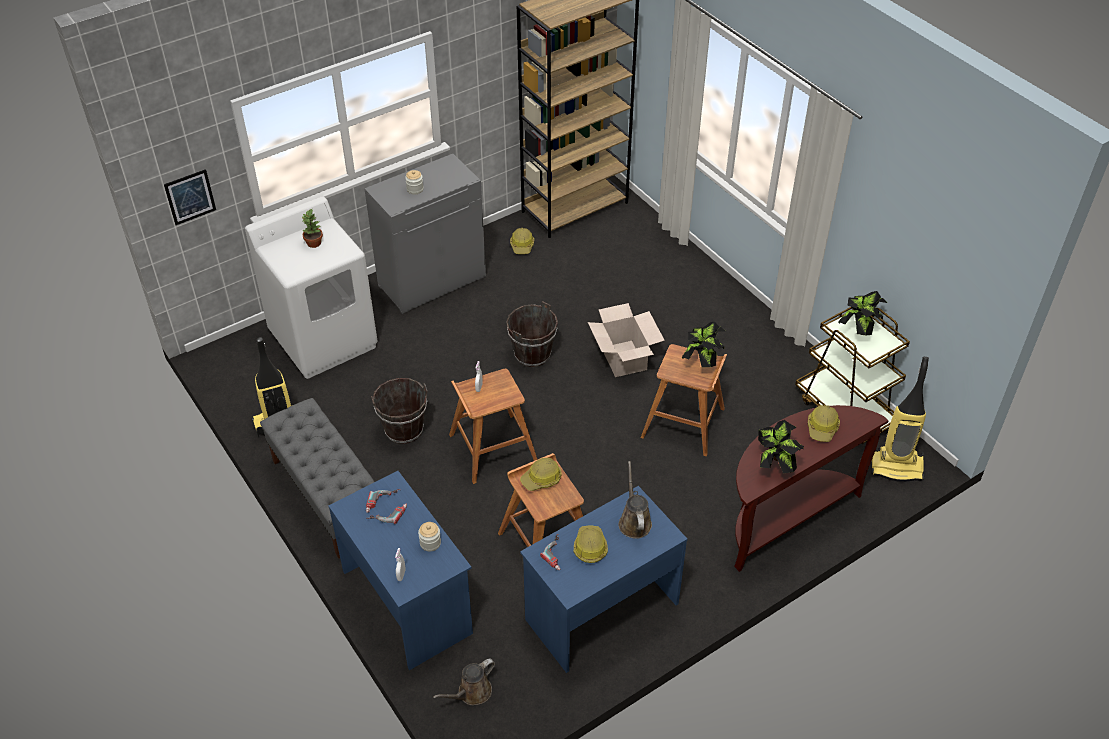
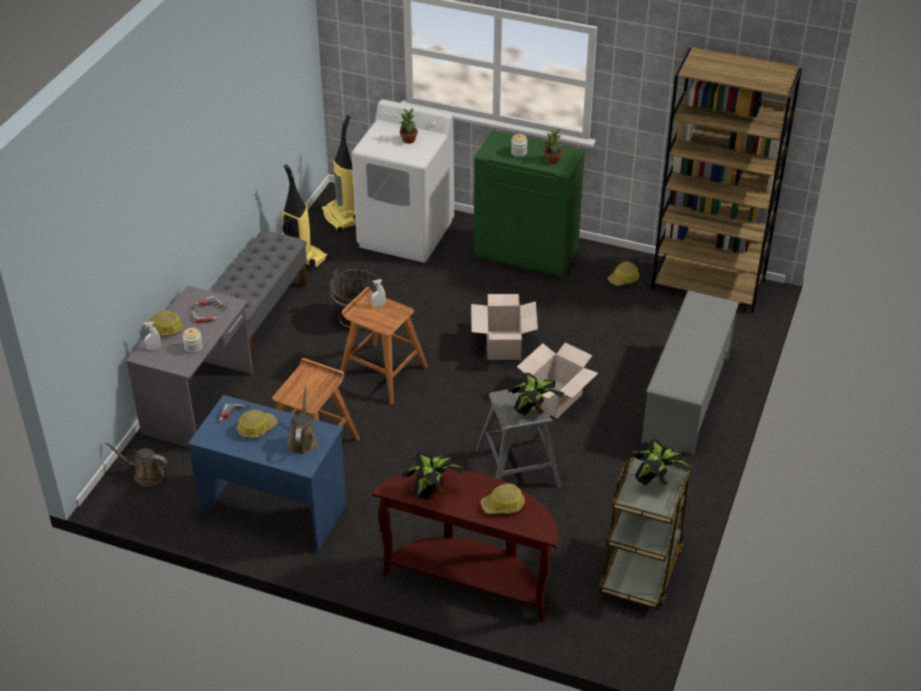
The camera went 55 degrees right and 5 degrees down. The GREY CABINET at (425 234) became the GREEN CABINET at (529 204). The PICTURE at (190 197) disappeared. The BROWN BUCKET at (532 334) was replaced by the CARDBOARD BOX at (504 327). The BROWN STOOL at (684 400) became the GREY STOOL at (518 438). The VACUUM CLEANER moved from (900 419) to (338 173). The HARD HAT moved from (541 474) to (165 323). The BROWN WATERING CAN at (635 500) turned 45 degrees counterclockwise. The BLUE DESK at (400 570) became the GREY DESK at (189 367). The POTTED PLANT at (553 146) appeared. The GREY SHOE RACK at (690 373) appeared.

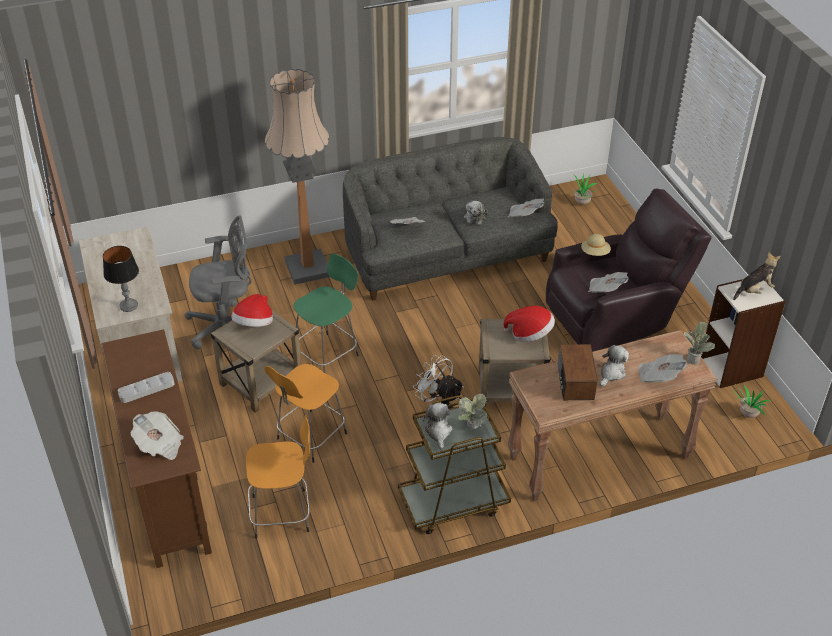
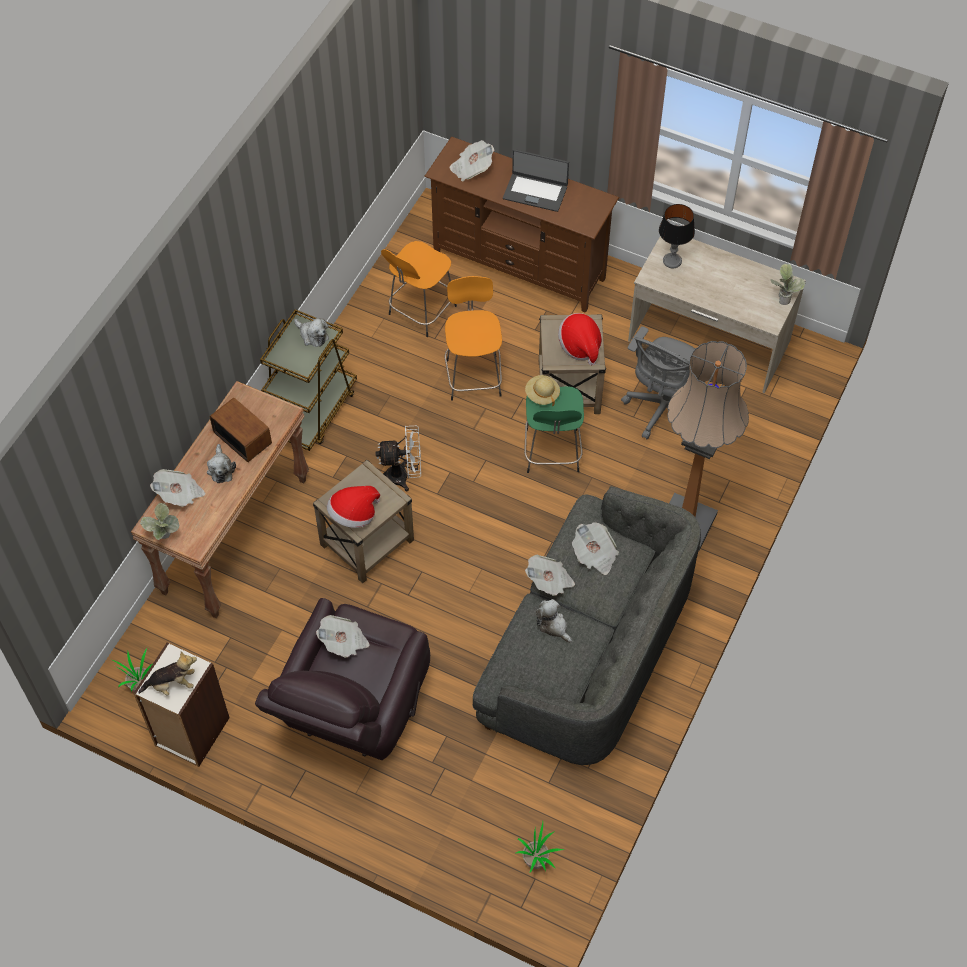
The camera went 135 degrees right and 15 degrees up. The NEWSPAPER moved from (526 208) to (550 575). The BEIGE HAT moved from (596 245) to (542 390). The PLUSH TOY at (756 276) turned 120 degrees counterclockwise. The GREY TRAY at (146 387) was replaced by the LAPTOP at (536 180). The POTTED PLANT moved from (472 412) to (788 284).

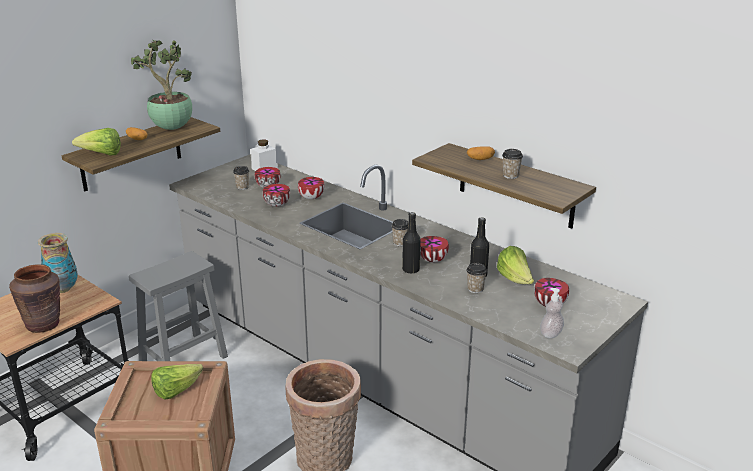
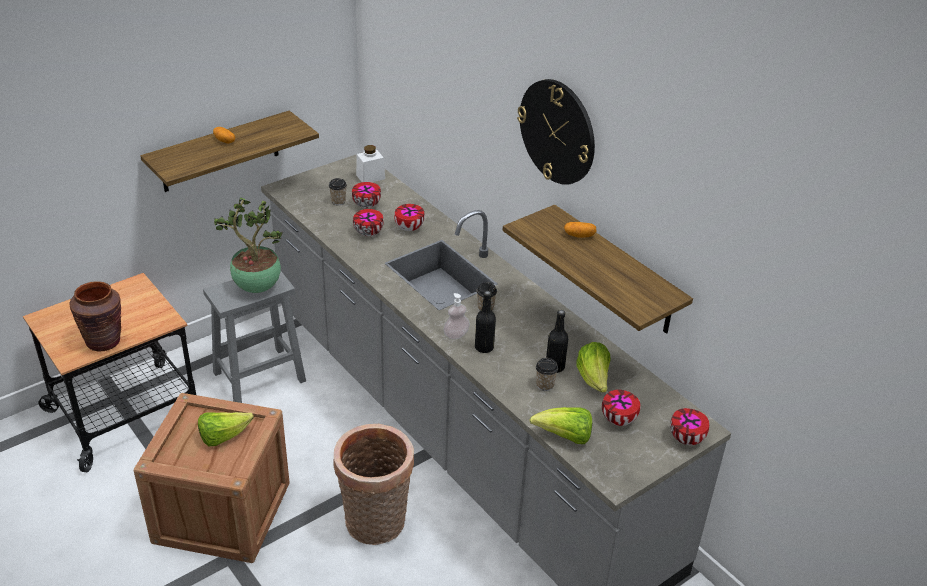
The camera went 10 degrees right and 10 degrees up. The POTTED PLANT moved from (161 85) to (248 245). The LETTUCE moved from (96 142) to (561 425). The CUP at (512 164) disappeared. The VASE at (58 263) disappeared. The BOWL moved from (434 249) to (689 426). The SOAP DISPENSER moved from (552 313) to (456 316). The WALL CLOCK at (556 132) appeared.

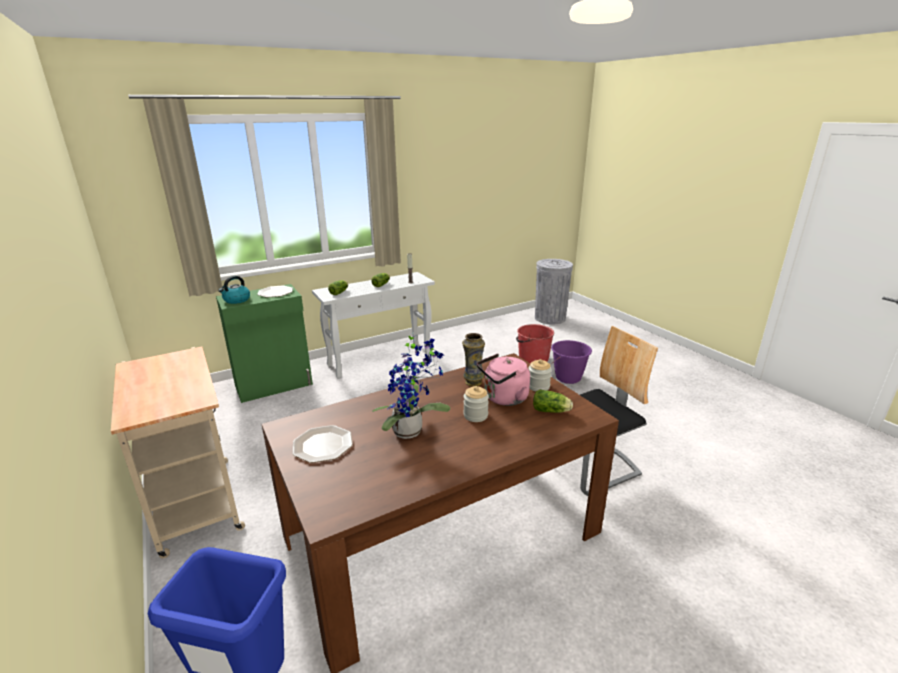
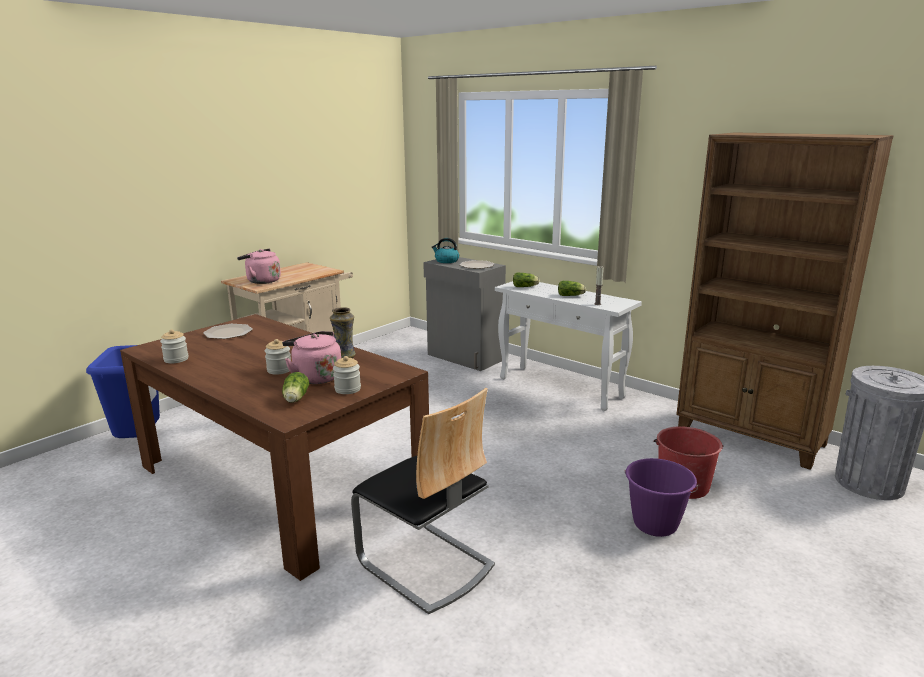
The camera went 70 degrees right and 5 degrees down. The GREEN CABINET at (264 343) became the GREY CABINET at (464 314). The POTTED PLANT at (411 386) disappeared. The BROWN BOOKCASE at (785 301) appeared. The PINK KETTLE at (259 266) appeared. The JAR at (174 346) appeared.

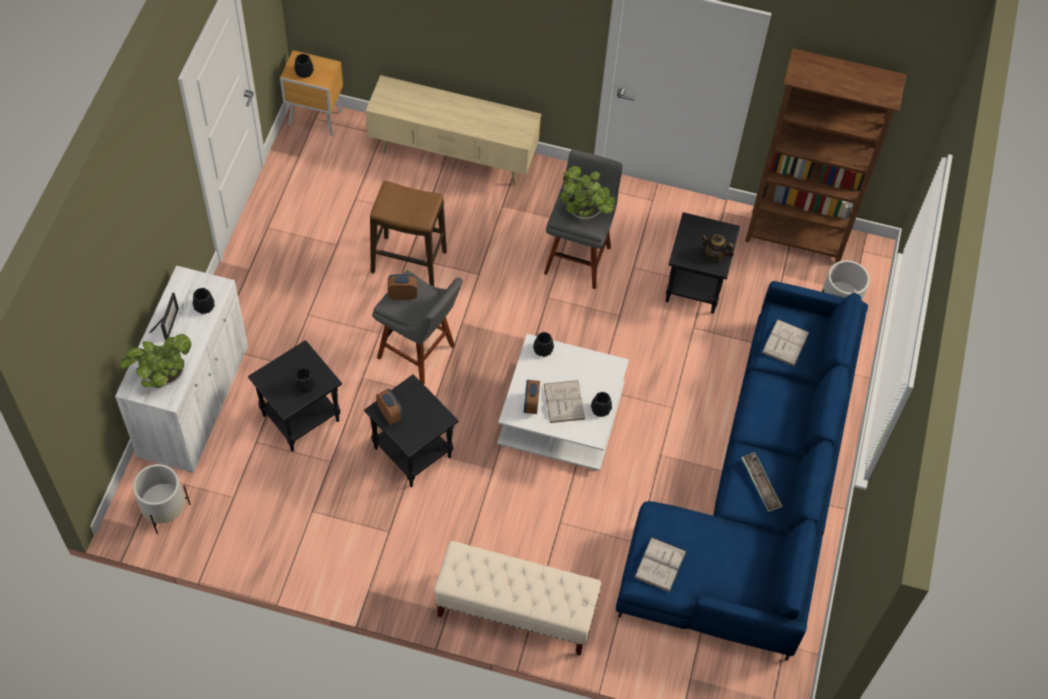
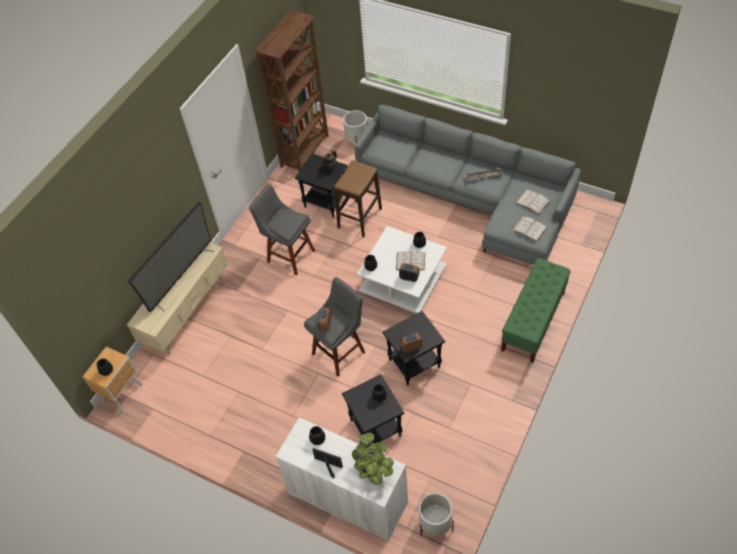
The camera went 70 degrees left and 5 degrees down. The POTTED PLANT at (588 193) disappeared. The STOOL moved from (408 233) to (358 199). The BLUE SOFA at (742 471) became the GREY SOFA at (468 185). The WHITE BOOK moved from (785 342) to (532 202). The BEIGE BENCH at (517 598) became the GREEN BENCH at (536 310). The TELEVISION at (171 257) appeared.

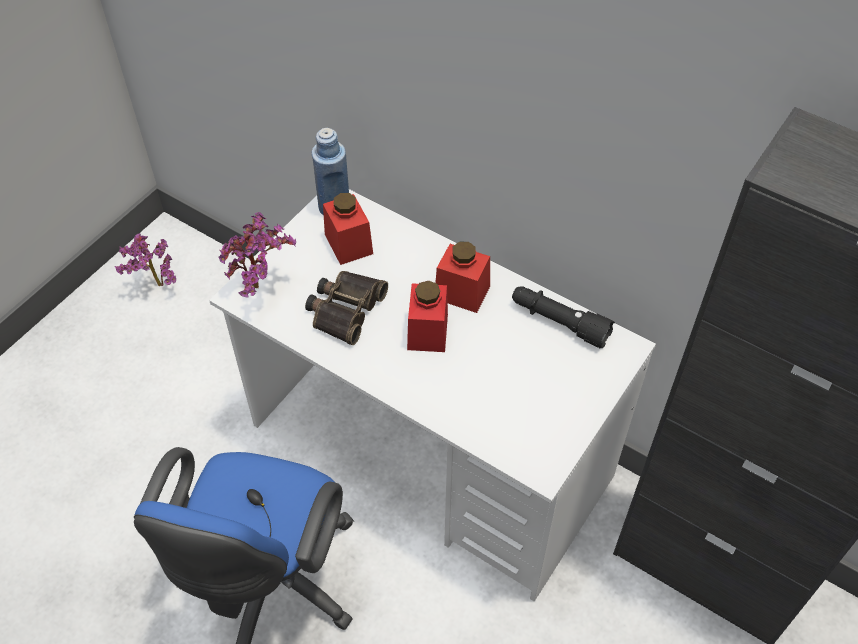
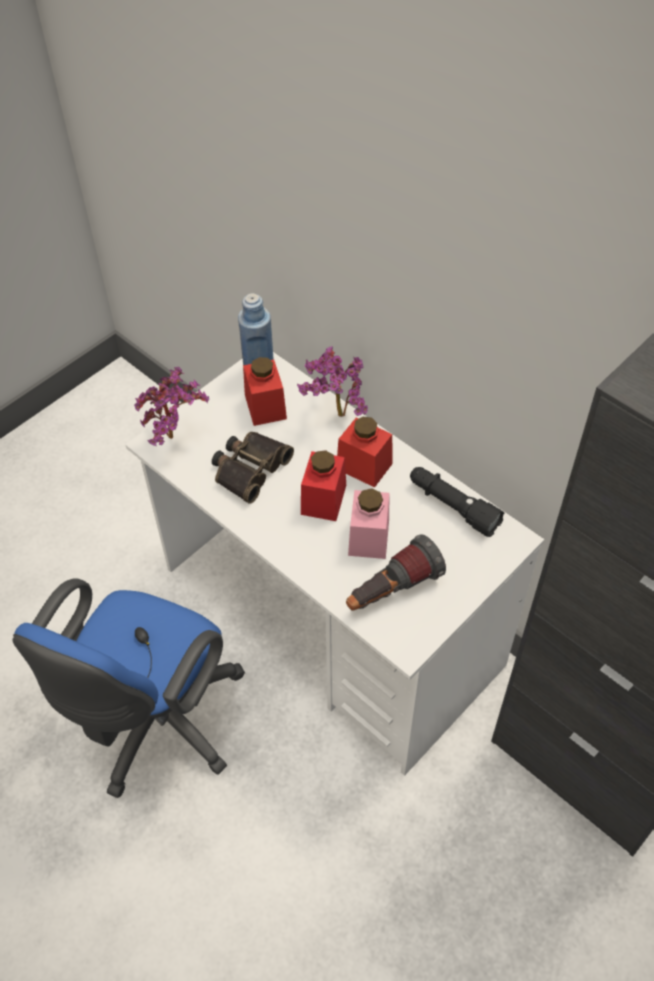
The camera went 10 degrees right and 0 degrees up. The POTTED PLANT moved from (145 259) to (332 381). The PINK JAR at (368 523) appeared. The FLASHLIGHT at (396 572) appeared.

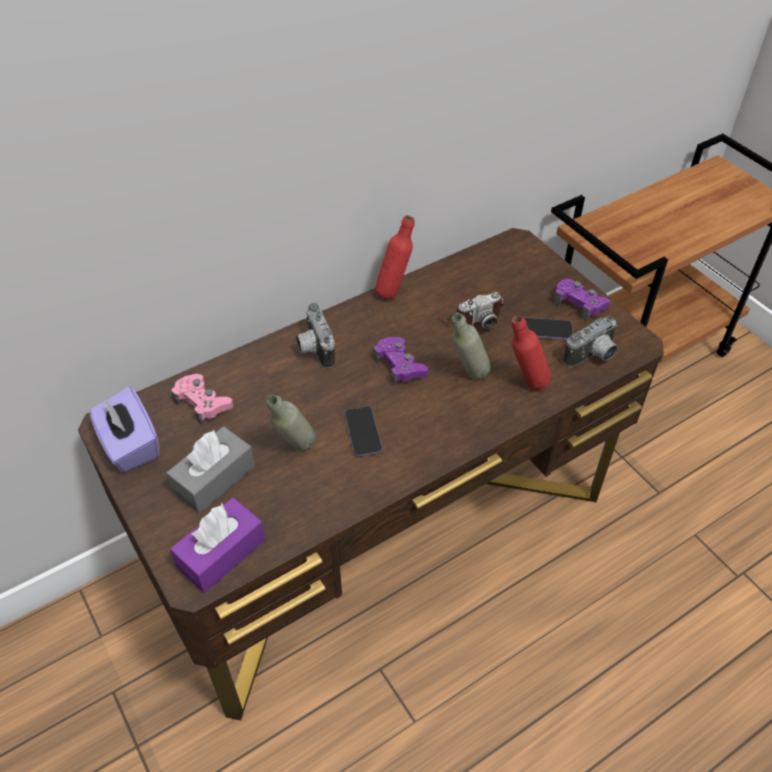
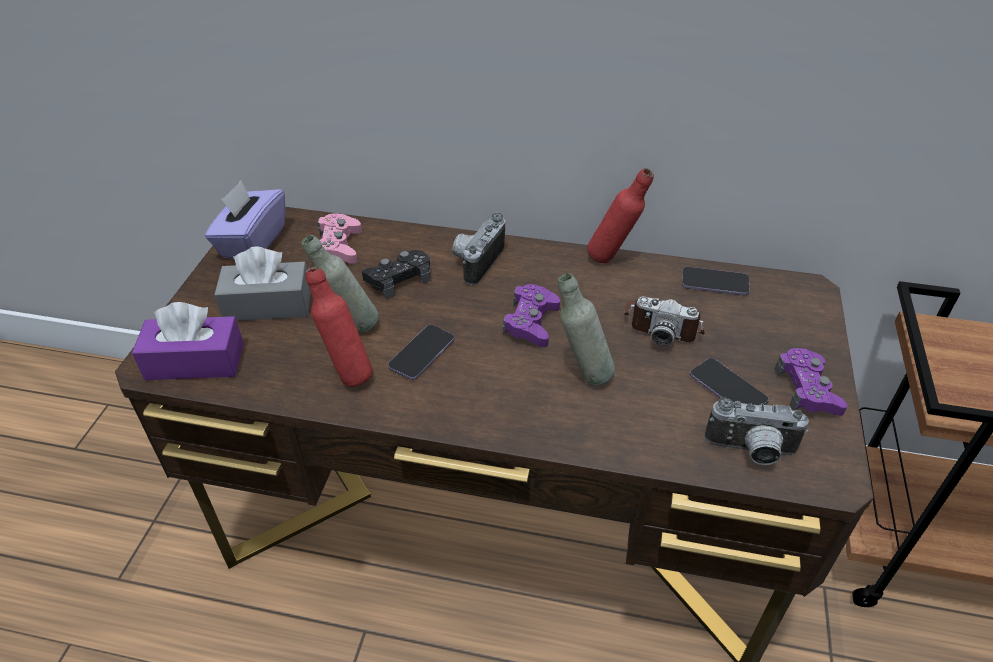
The camera went 45 degrees right and 5 degrees down. The RED BOTTLE moved from (531 352) to (339 327). The BLACK GAME CONTROLLER at (396 274) appeared. The PHONE at (716 281) appeared.

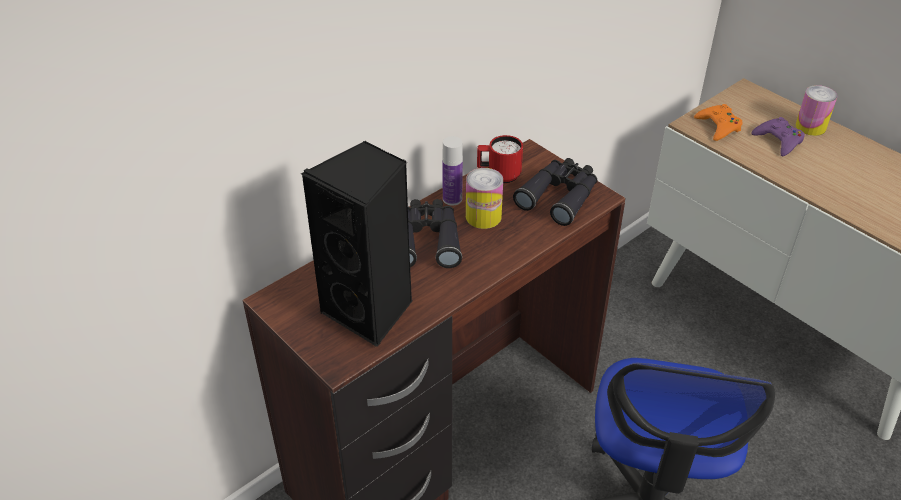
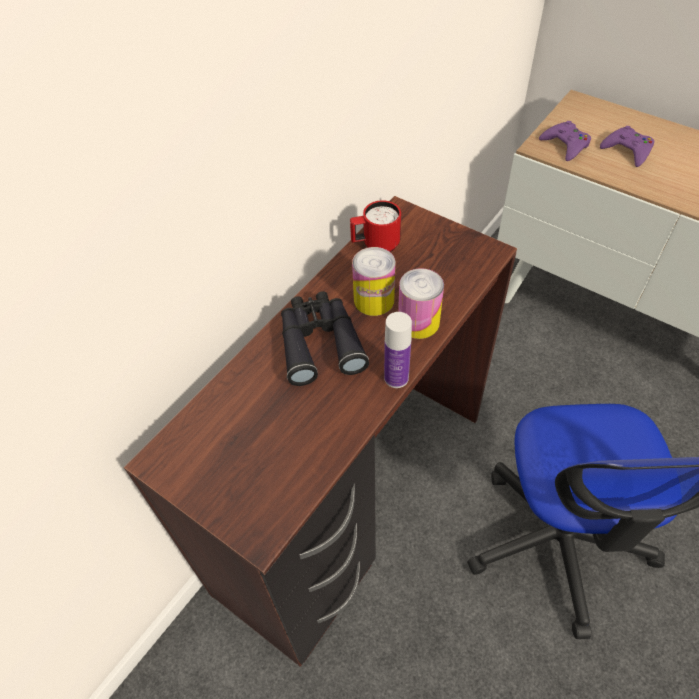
The camera went 10 degrees left and 10 degrees up. The CAN moved from (816 110) to (421 303). The ORANGE GAME CONTROLLER at (718 122) became the PURPLE GAME CONTROLLER at (565 141). The BOTTLE moved from (452 170) to (398 350). The BLACK SPEAKER at (356 244) disappeared. The BLACK BINOCULARS at (555 192) disappeared.

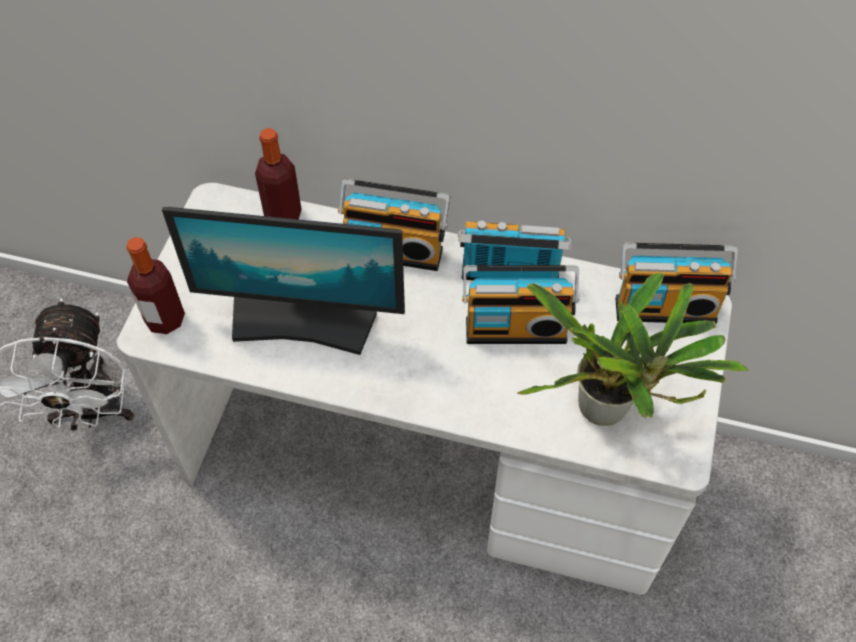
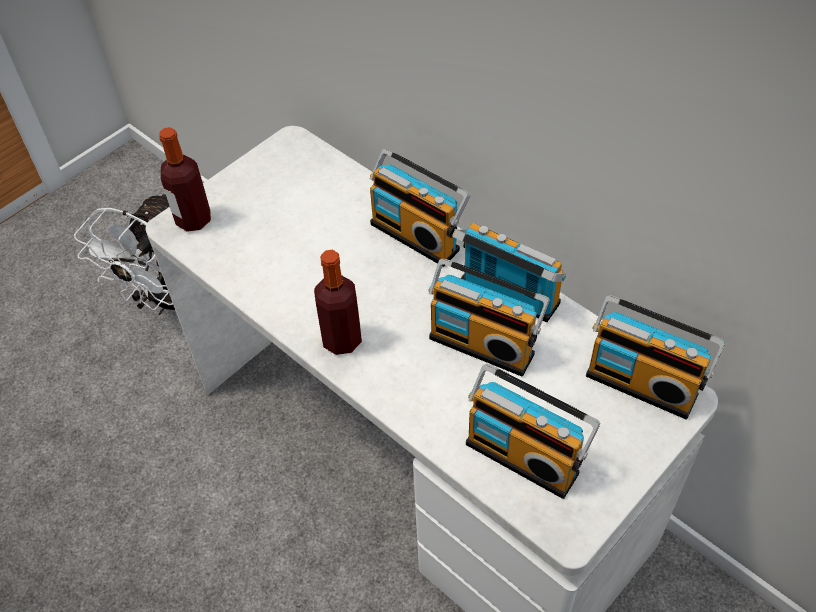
The camera went 30 degrees right and 5 degrees down. The BOTTLE moved from (278 173) to (338 302). The MONITOR at (283 281) disappeared. The POTTED PLANT at (632 349) was replaced by the RADIO at (533 431).

